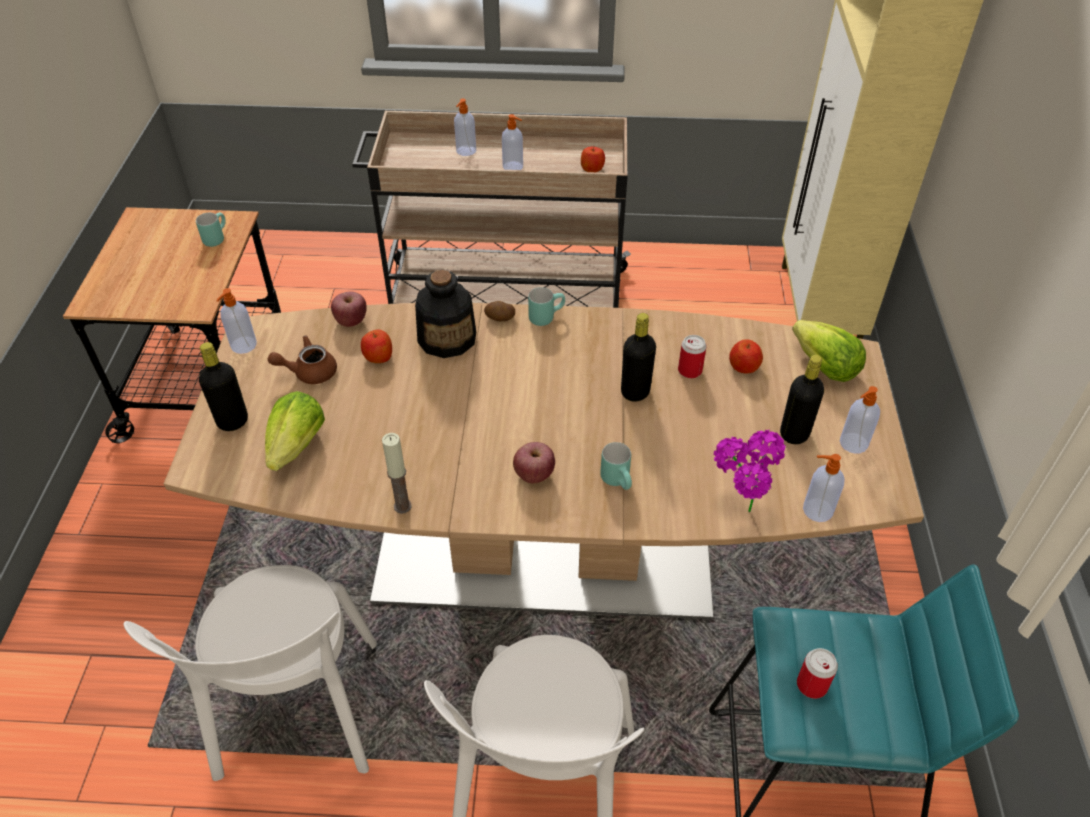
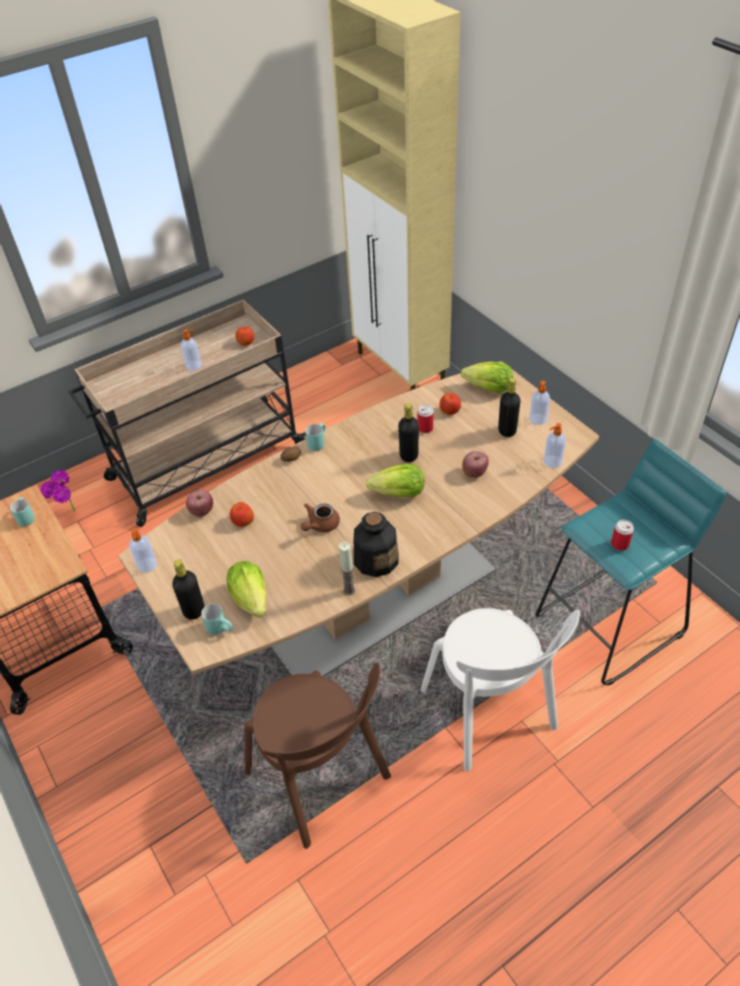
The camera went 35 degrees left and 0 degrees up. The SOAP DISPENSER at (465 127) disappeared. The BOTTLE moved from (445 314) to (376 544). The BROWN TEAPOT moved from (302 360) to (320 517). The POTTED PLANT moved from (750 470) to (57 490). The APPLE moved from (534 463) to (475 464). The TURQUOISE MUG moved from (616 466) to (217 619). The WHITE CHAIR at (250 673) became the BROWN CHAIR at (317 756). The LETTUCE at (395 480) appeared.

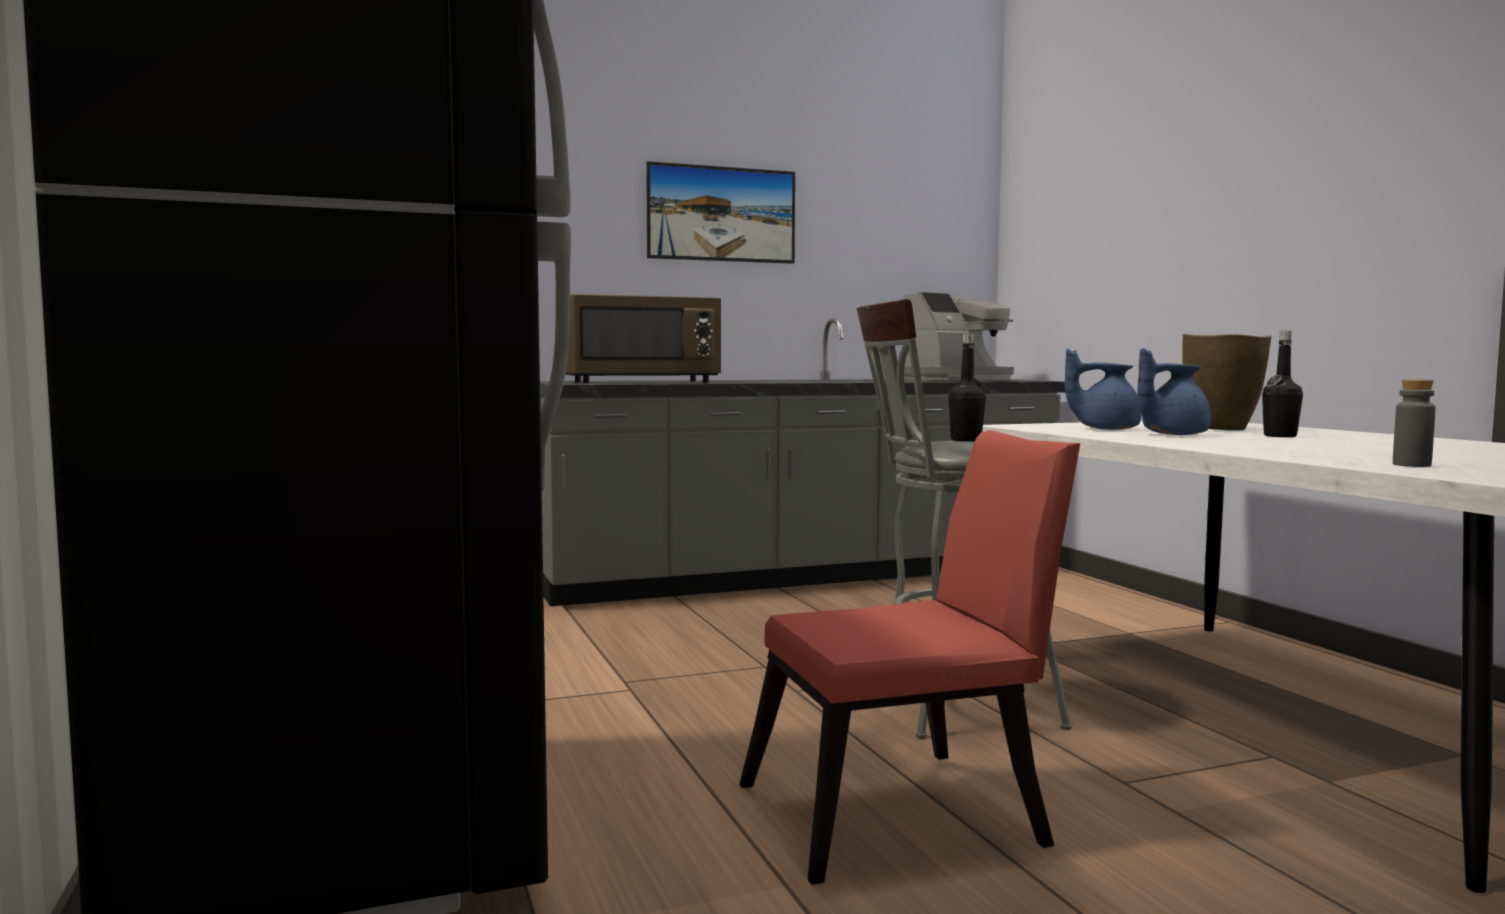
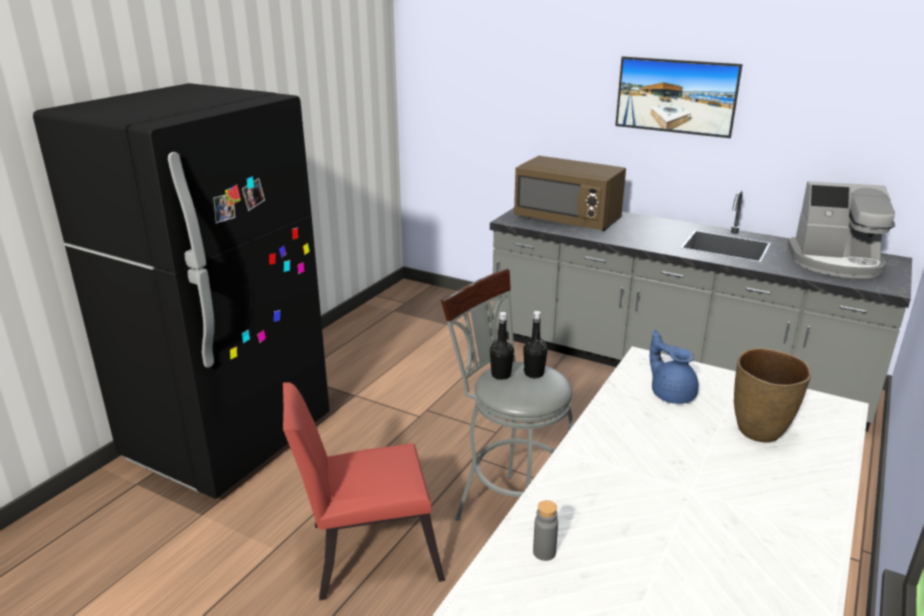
The camera went 50 degrees right and 20 degrees up. The BLACK BOTTLE moved from (1282 384) to (502 346). The BLUE TEAPOT at (1174 391) disappeared. The RED CHAIR at (909 657) turned 135 degrees clockwise.

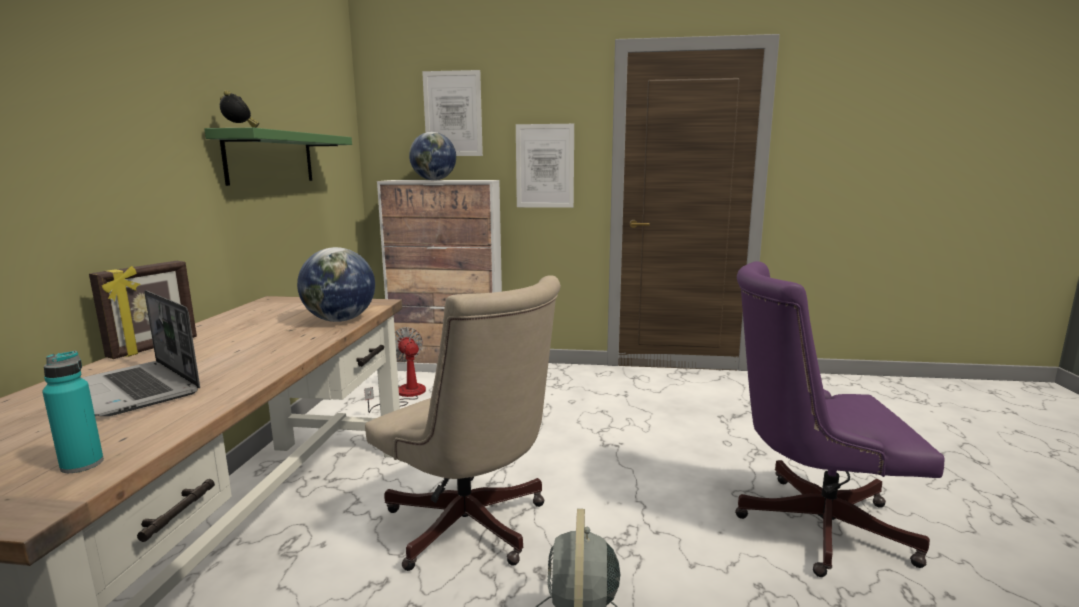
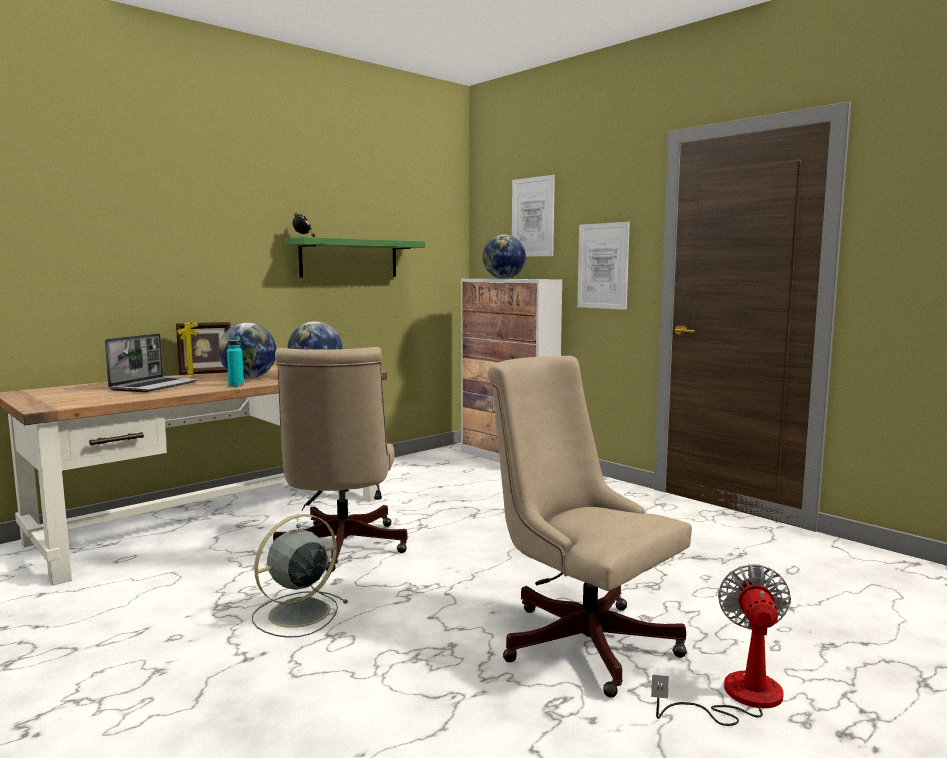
The camera went 40 degrees right and 5 degrees down. The PURPLE OFFICE CHAIR at (840 419) became the BEIGE OFFICE CHAIR at (590 527). The LAPTOP at (141 353) turned 150 degrees counterclockwise. The FAN moved from (395 370) to (721 645). The TURQUOISE BOTTLE moved from (73 412) to (235 361). The GLOBE at (247 351) appeared.

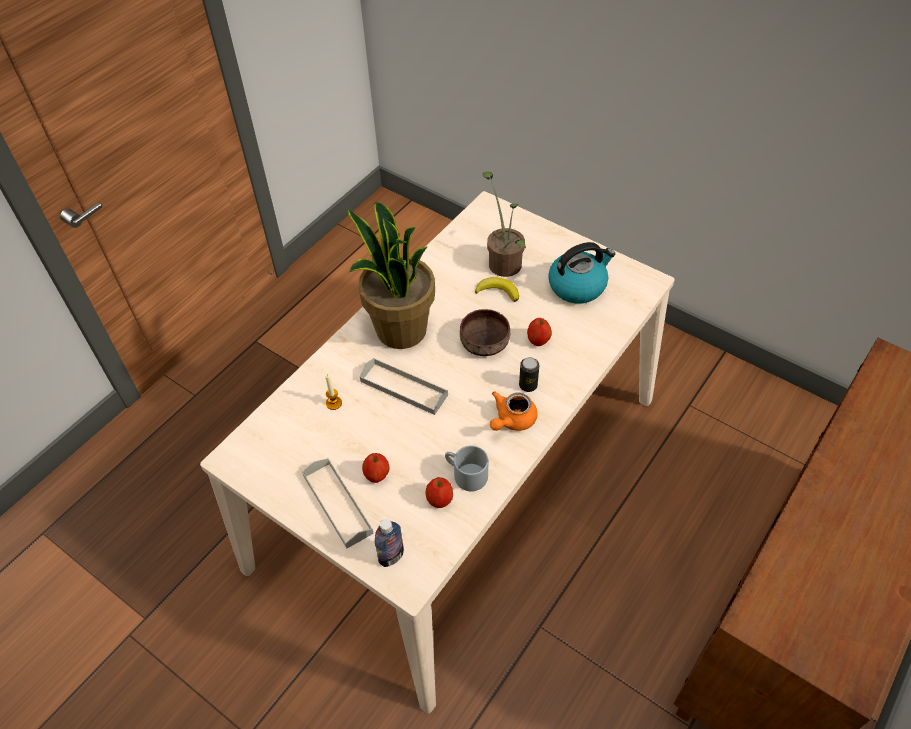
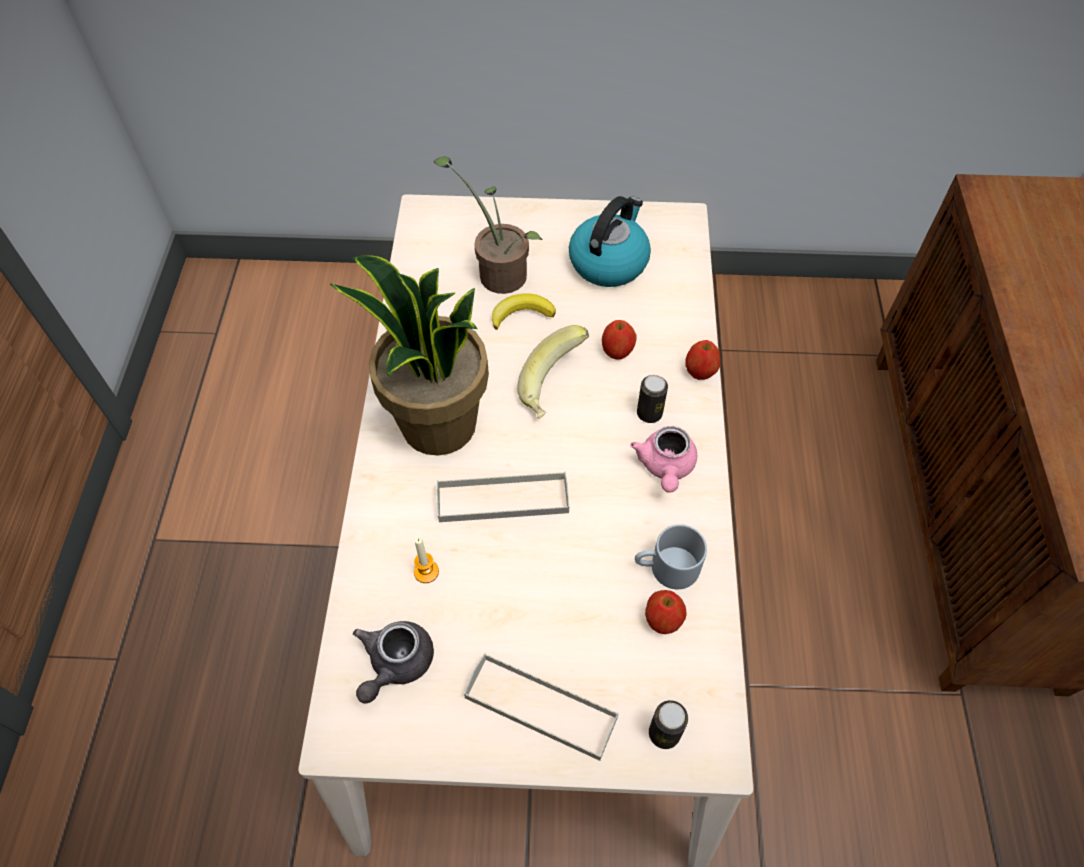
The camera went 35 degrees left and 5 degrees up. The BROWN BOWL at (485 332) was replaced by the BANANA at (553 372). The ORANGE TEAPOT at (514 411) became the PINK TEAPOT at (663 459). The APPLE moved from (376 468) to (703 360). The BOTTLE at (389 543) was replaced by the CAN at (668 724). The GREY TEAPOT at (393 662) appeared.

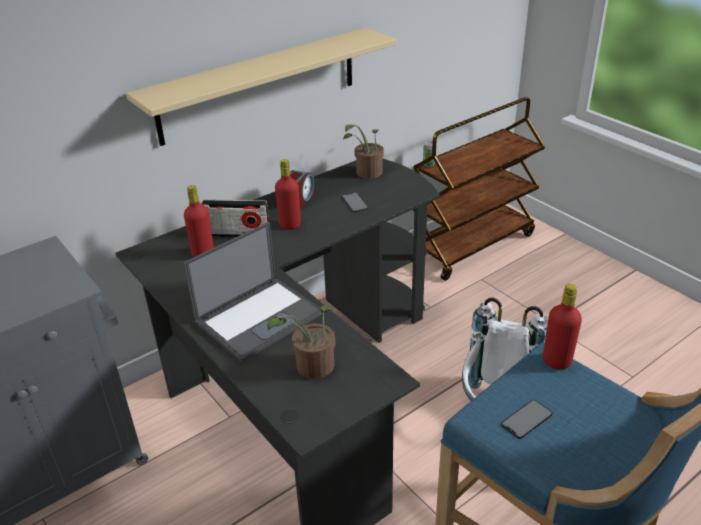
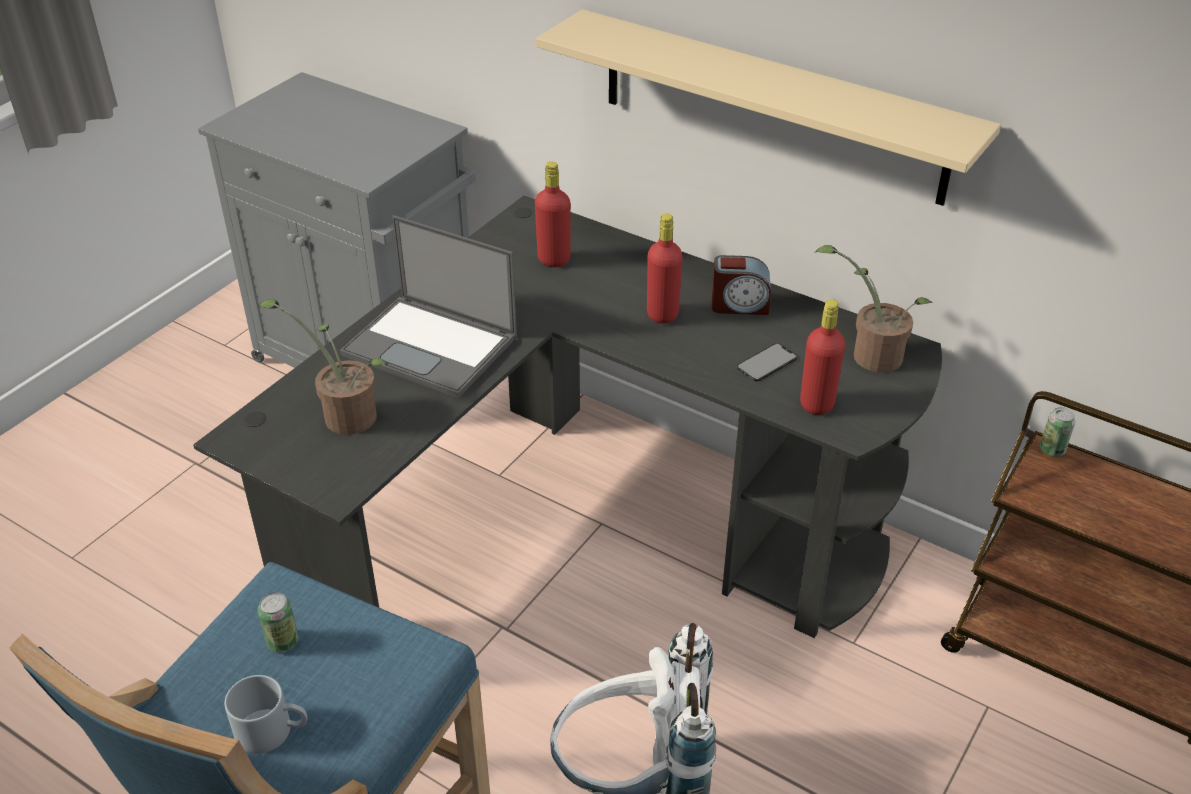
The camera went 70 degrees right and 5 degrees up. The RADIO at (235 218) disappeared. The RED BOTTLE moved from (562 326) to (822 357). The PHONE at (526 419) was replaced by the CAN at (278 622). The GREY MUG at (265 714) appeared.

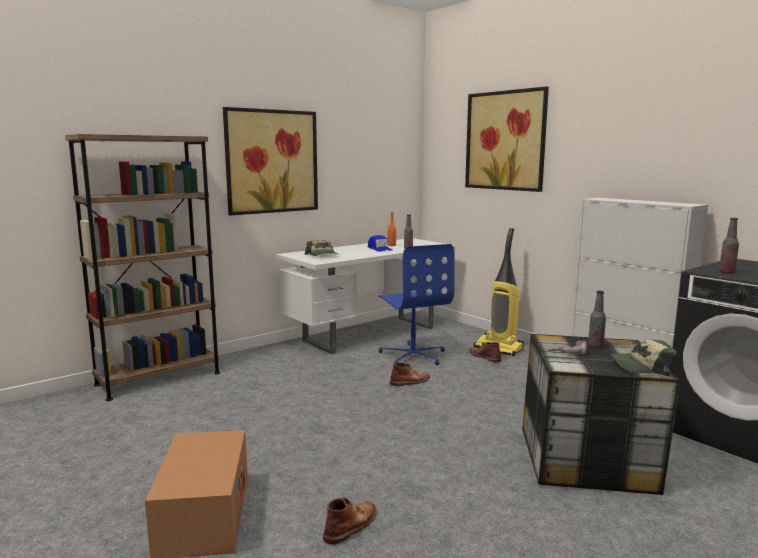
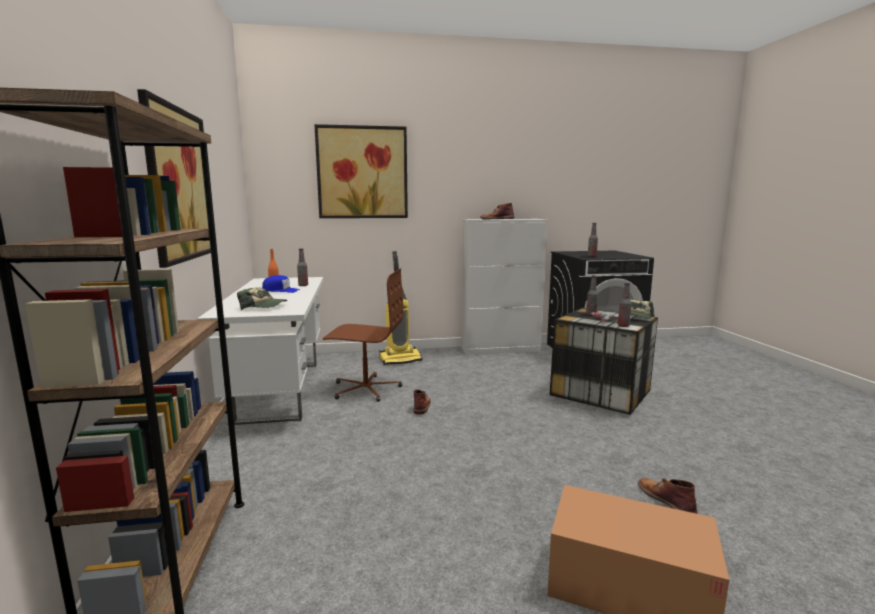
The camera went 60 degrees left and 0 degrees up. The BLUE OFFICE CHAIR at (416 304) became the BROWN OFFICE CHAIR at (363 335). The BROWN BOOT moved from (485 352) to (497 211). The BOTTLE at (625 305) appeared.

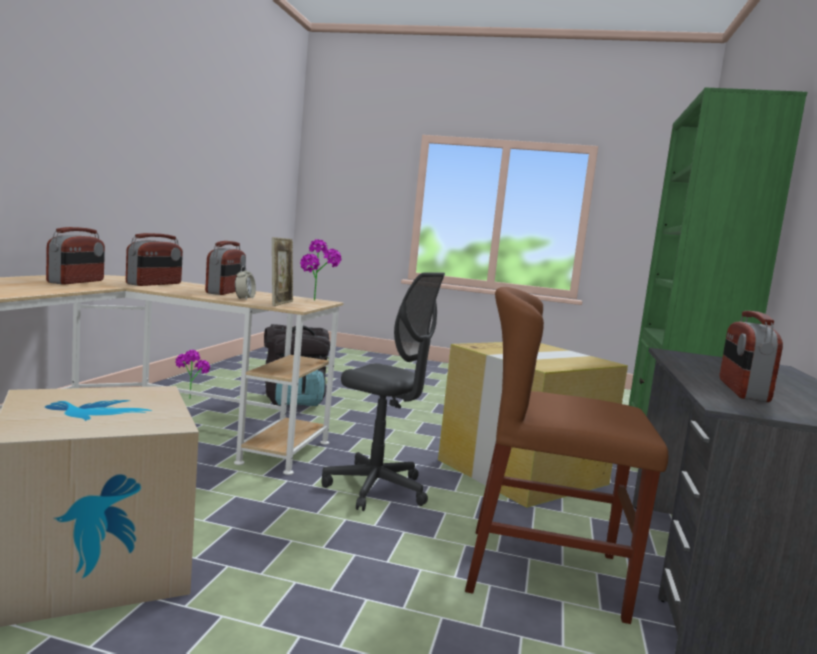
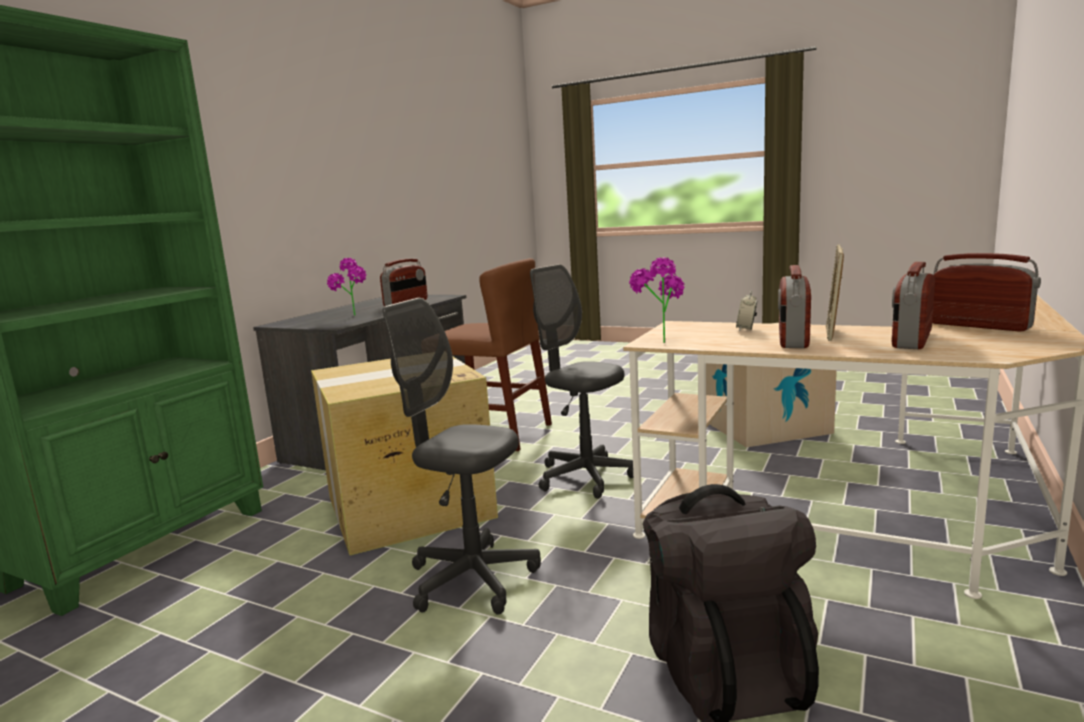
The camera went 165 degrees left and 5 degrees up. The RADIO at (75 256) turned 120 degrees clockwise. The PICTURE FRAME moved from (282 271) to (835 292). The POTTED PLANT moved from (192 374) to (346 287). The GREY OFFICE CHAIR at (462 456) appeared.

